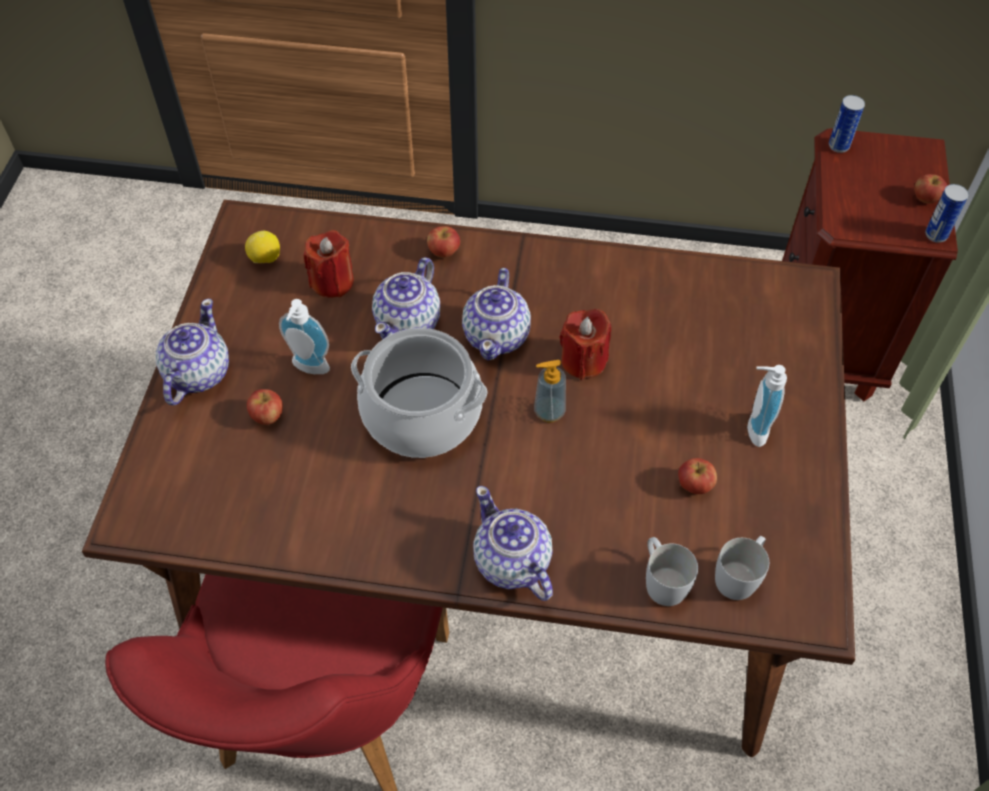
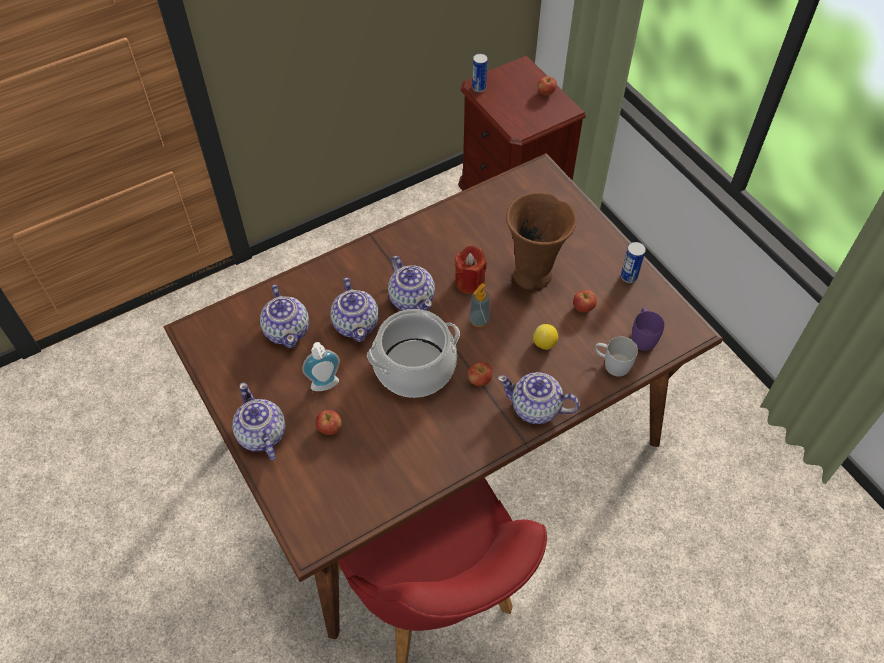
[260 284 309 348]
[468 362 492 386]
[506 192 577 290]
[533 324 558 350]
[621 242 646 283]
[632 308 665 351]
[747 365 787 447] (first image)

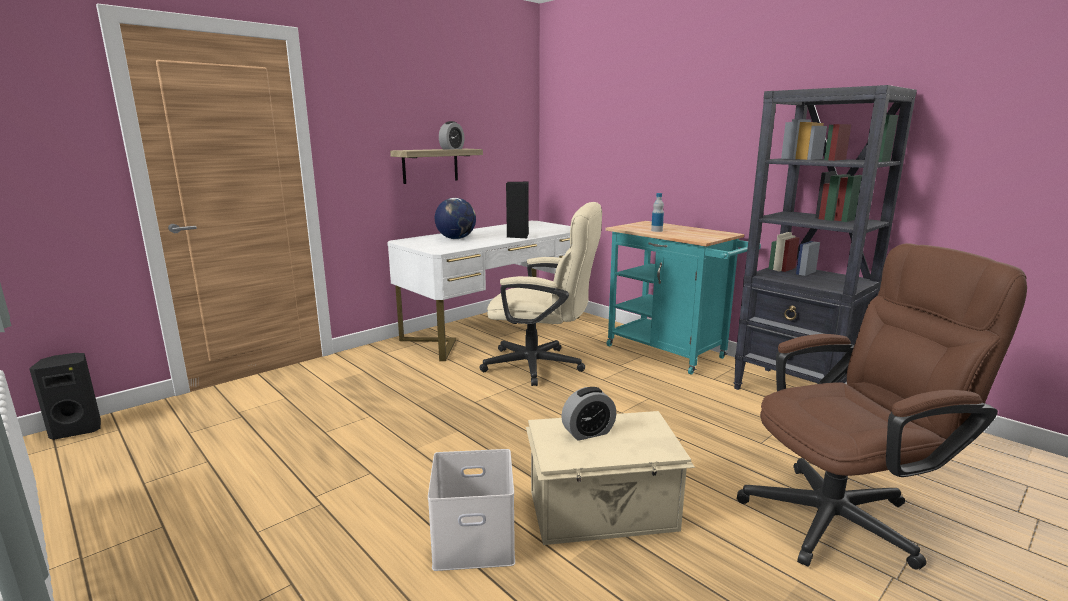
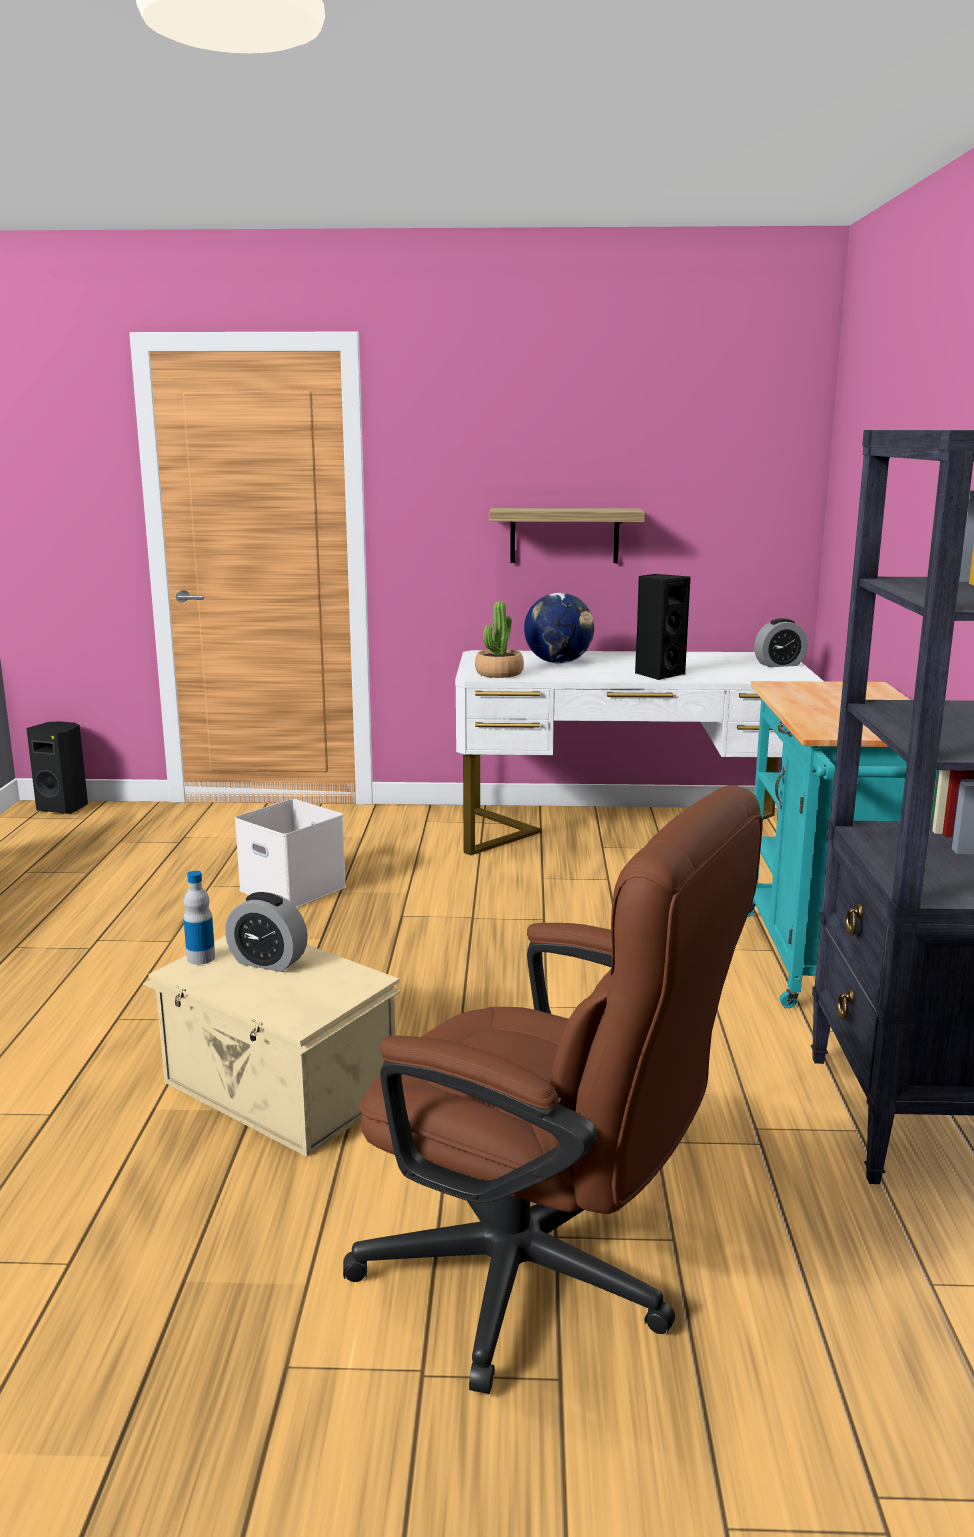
[183 871 215 965]
[235 799 346 908]
[475 601 524 678]
[754 618 808 667]
[479 202 602 386] (first image)

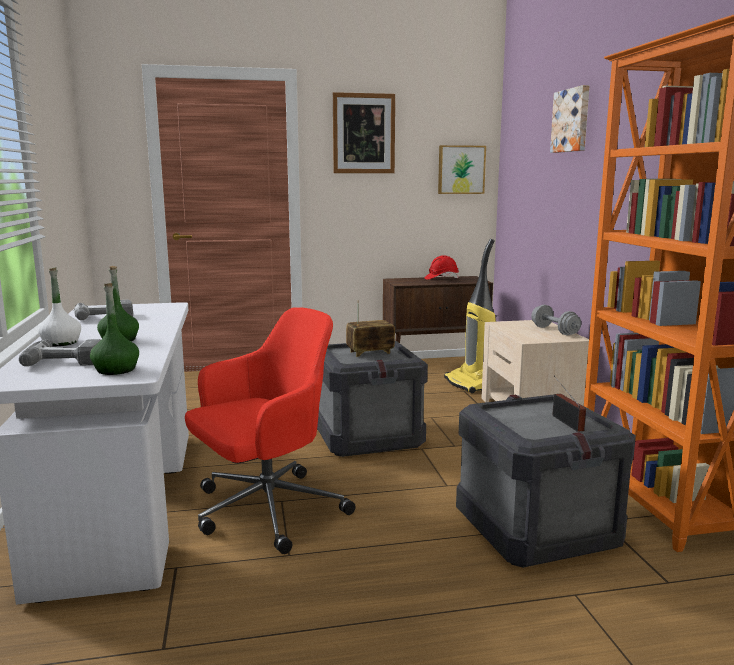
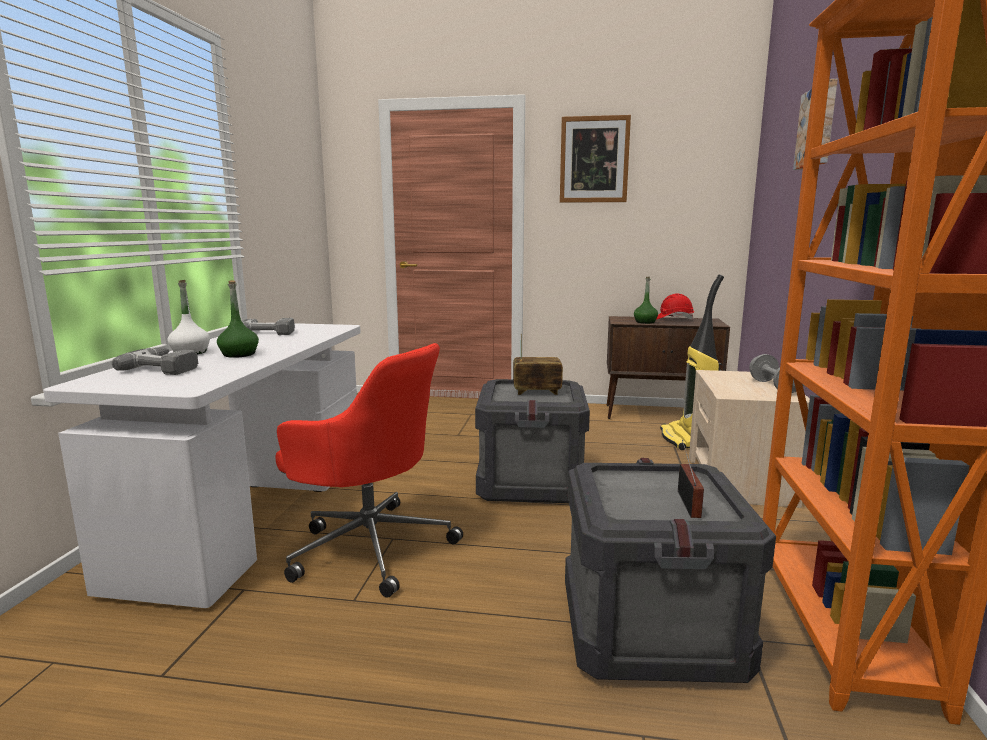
[275 343 463 598]
[634 277 658 324]
[438 145 486 194] (first image)

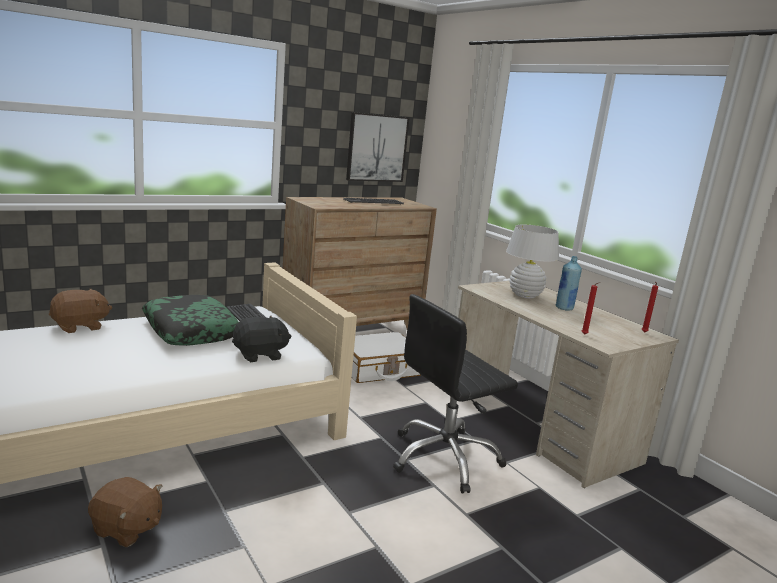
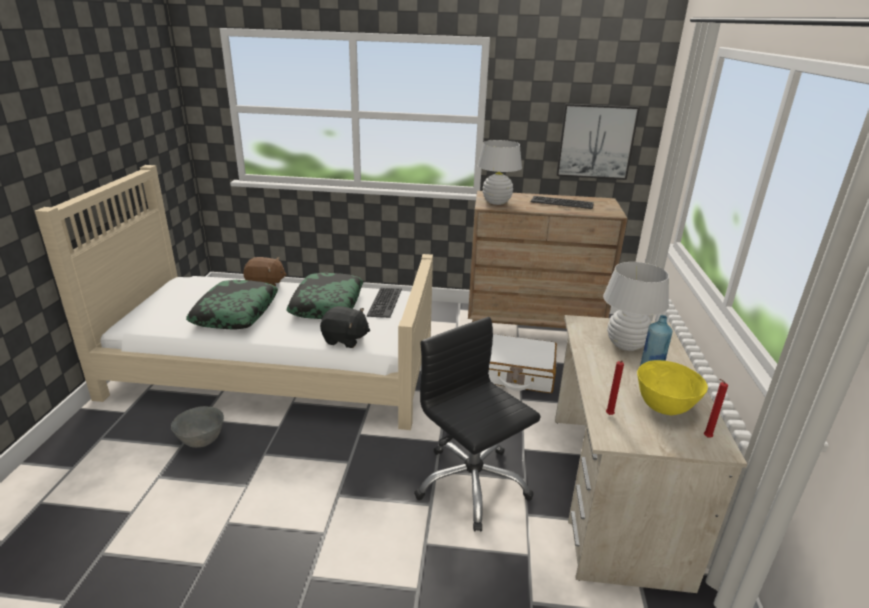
[171 406 224 448]
[186 280 278 330]
[414 317 541 531]
[477 140 522 205]
[637 360 708 415]

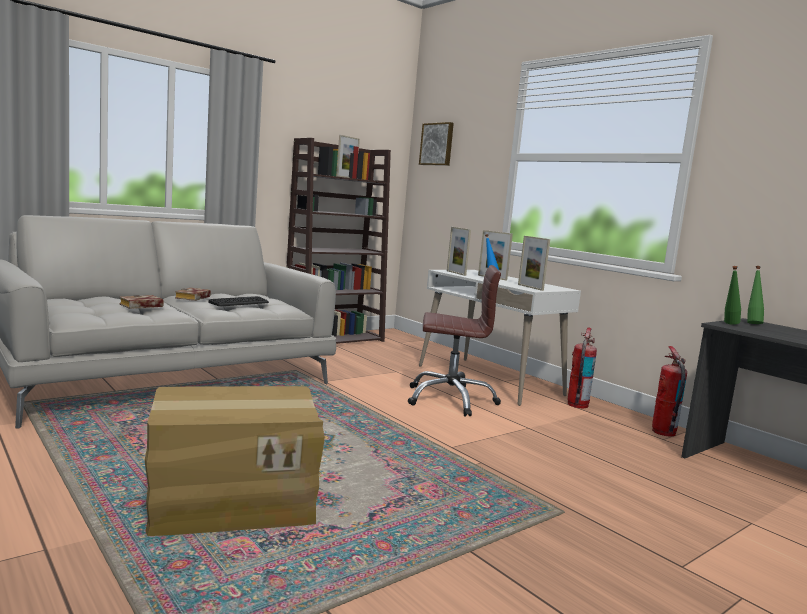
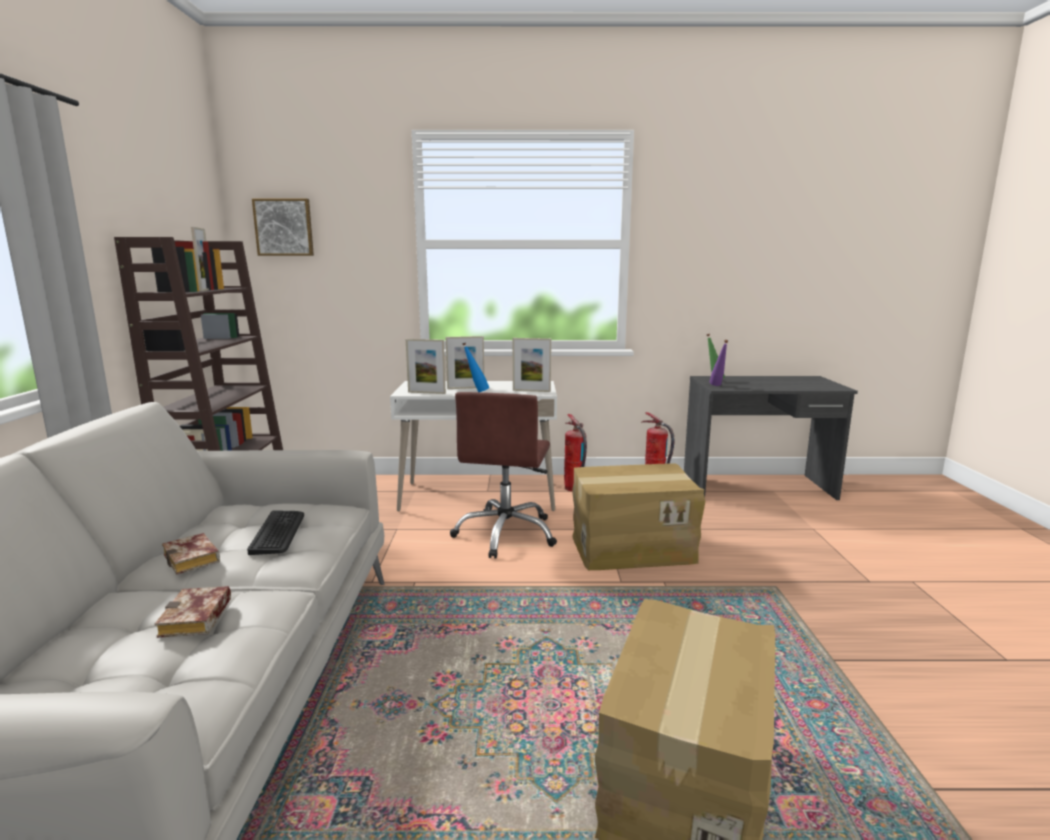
[450 392 557 558]
[572 463 705 570]
[709 340 728 386]

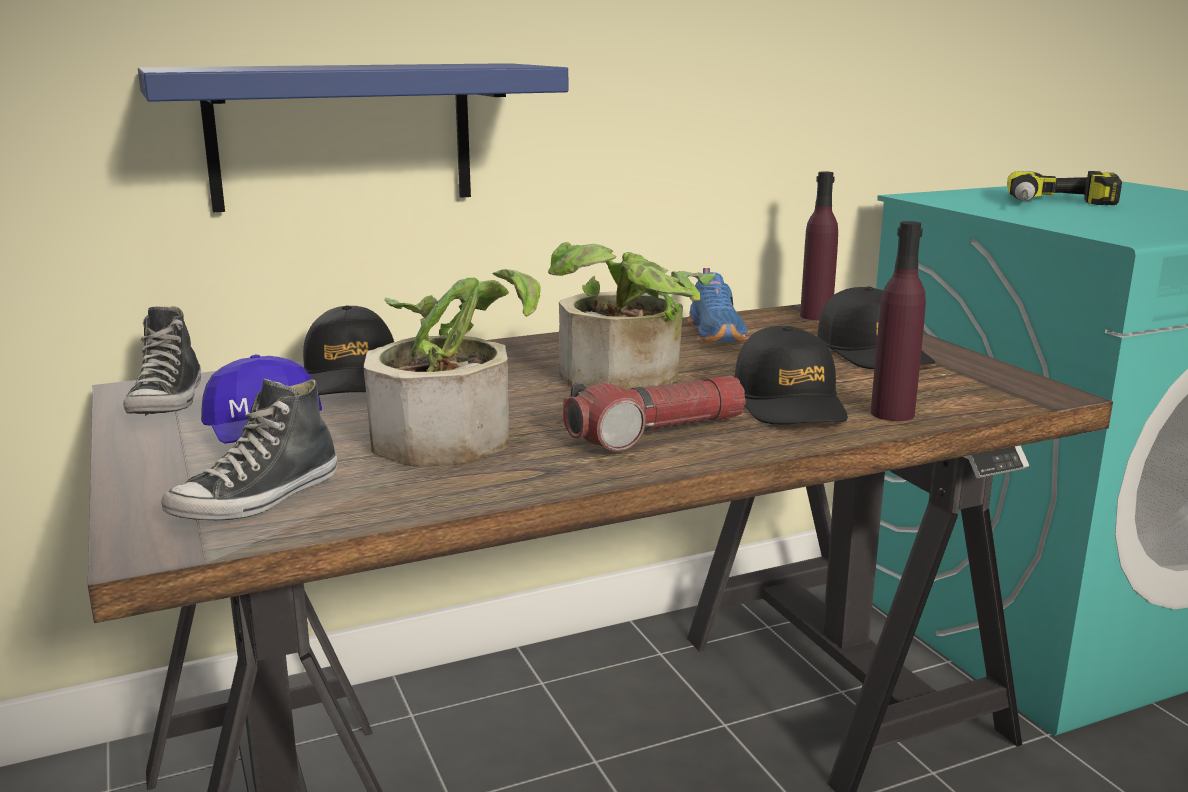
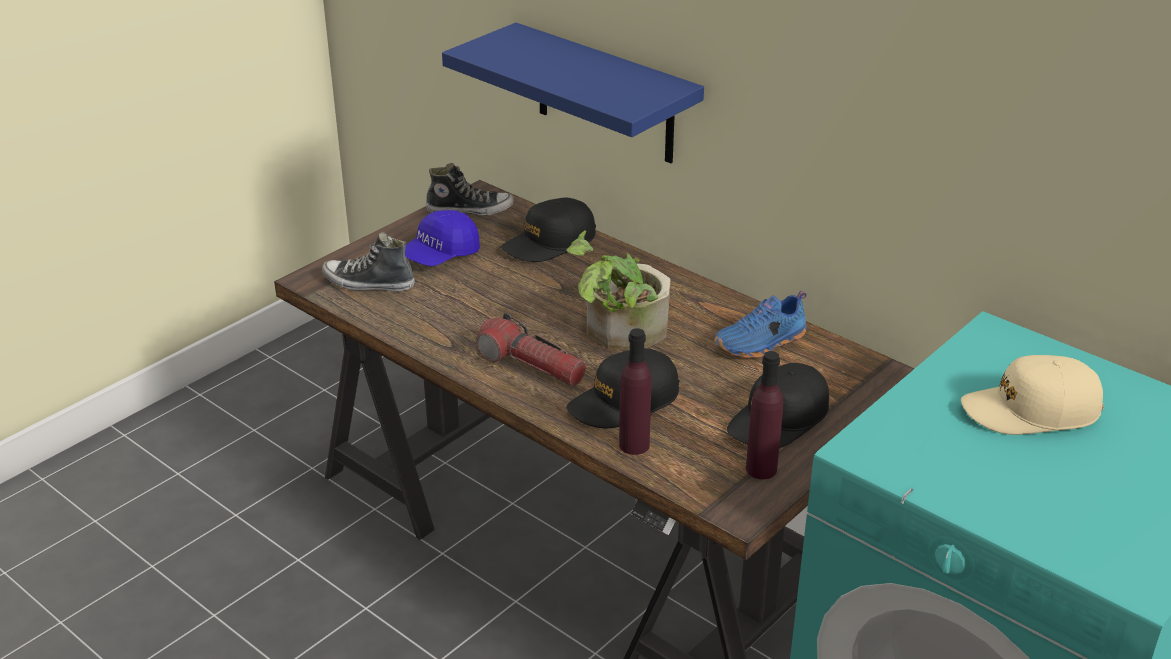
[426 163 514 216]
[746 351 783 479]
[961 355 1104 435]
[364 269 541 467] (first image)

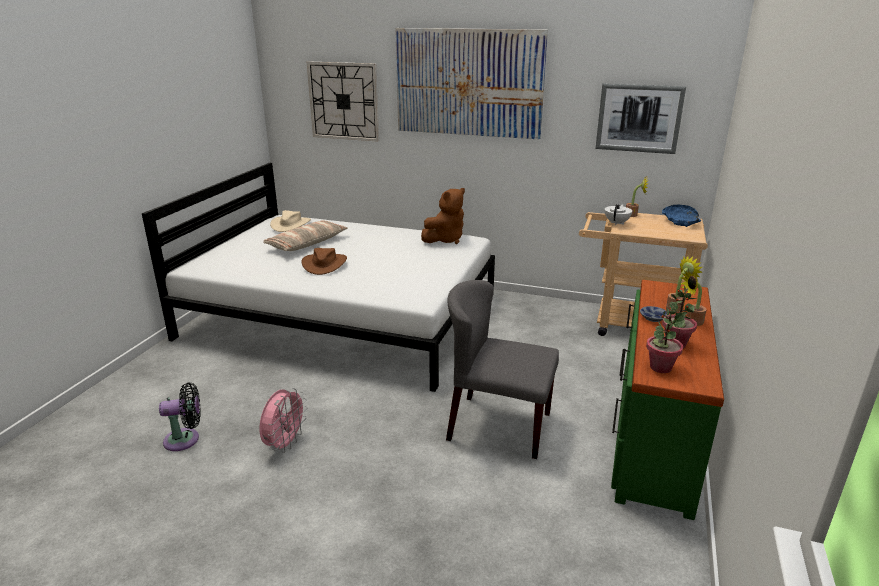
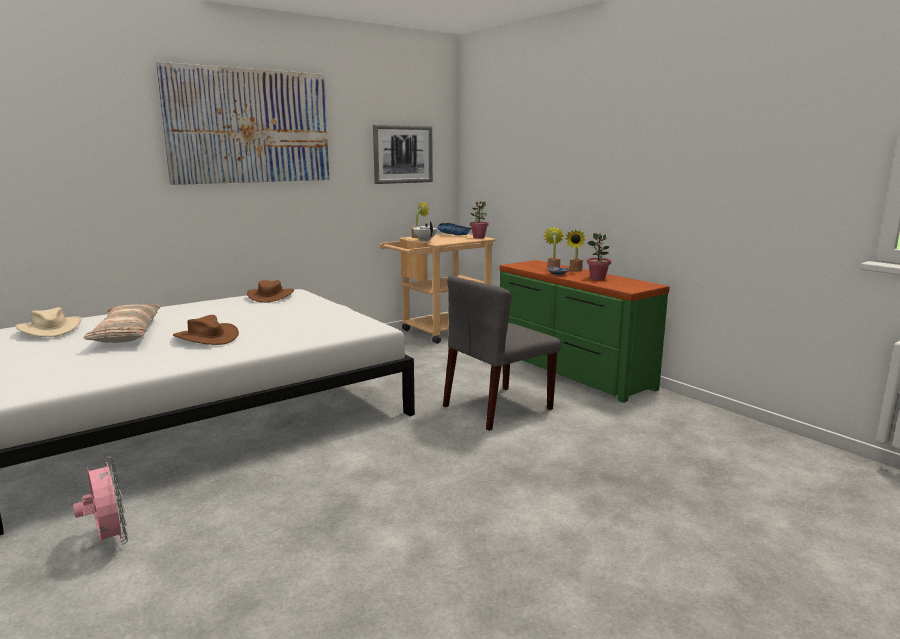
[73 456 128 545]
[247 280 294 303]
[470 201 489 239]
[159 383 201 451] (first image)
[307 61 379 142] (first image)

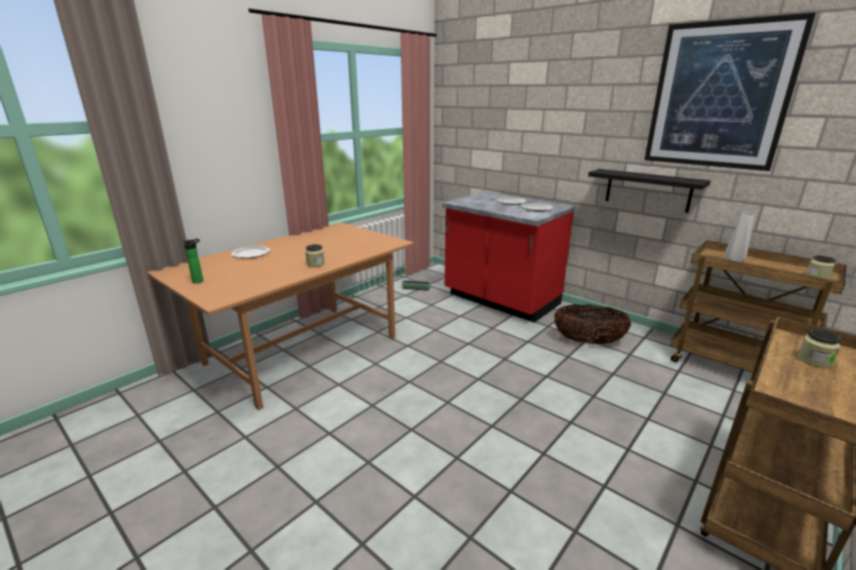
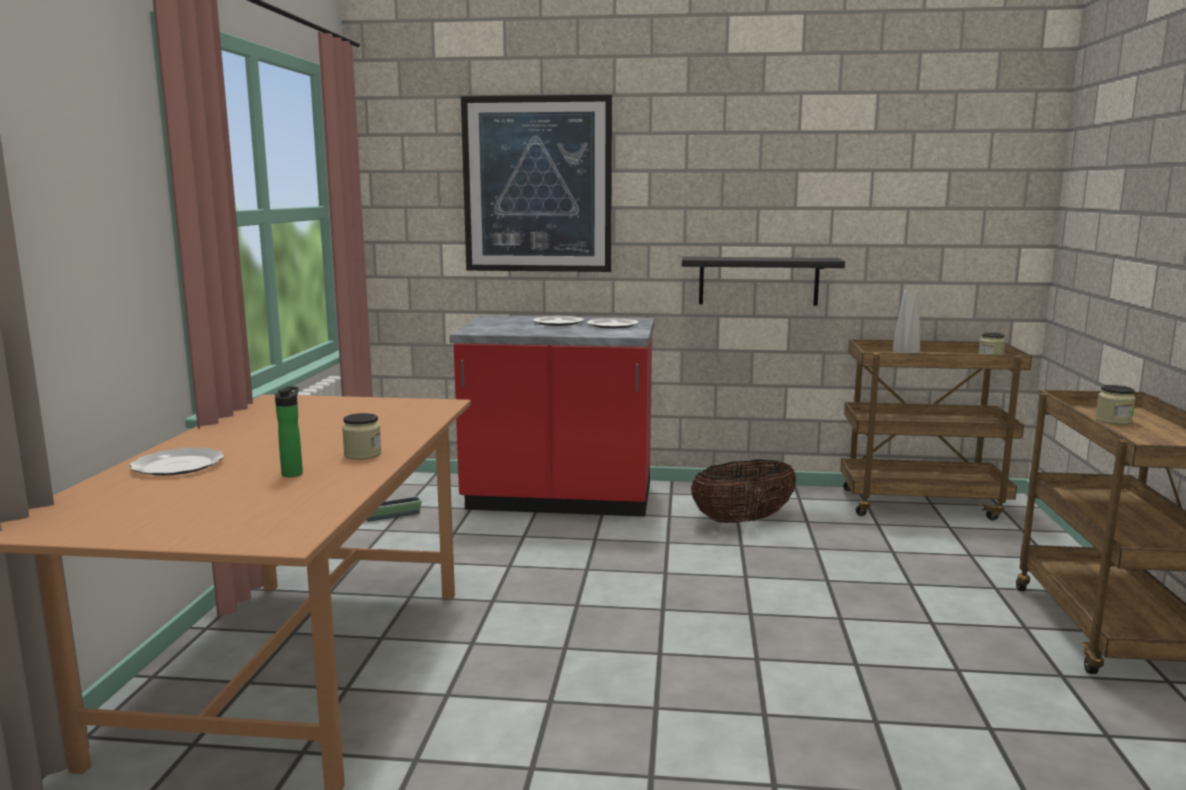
[275 387 303 477]
[461 95 612 272]

